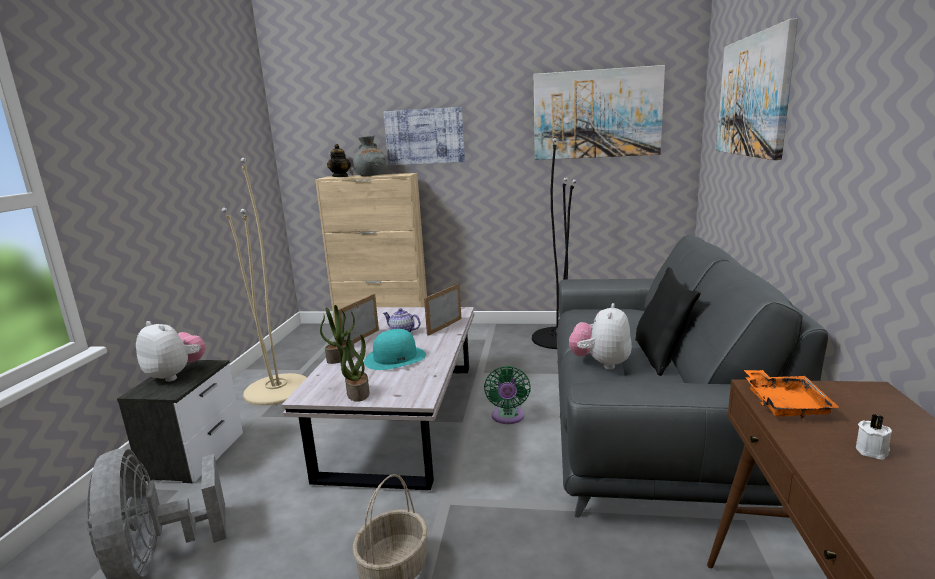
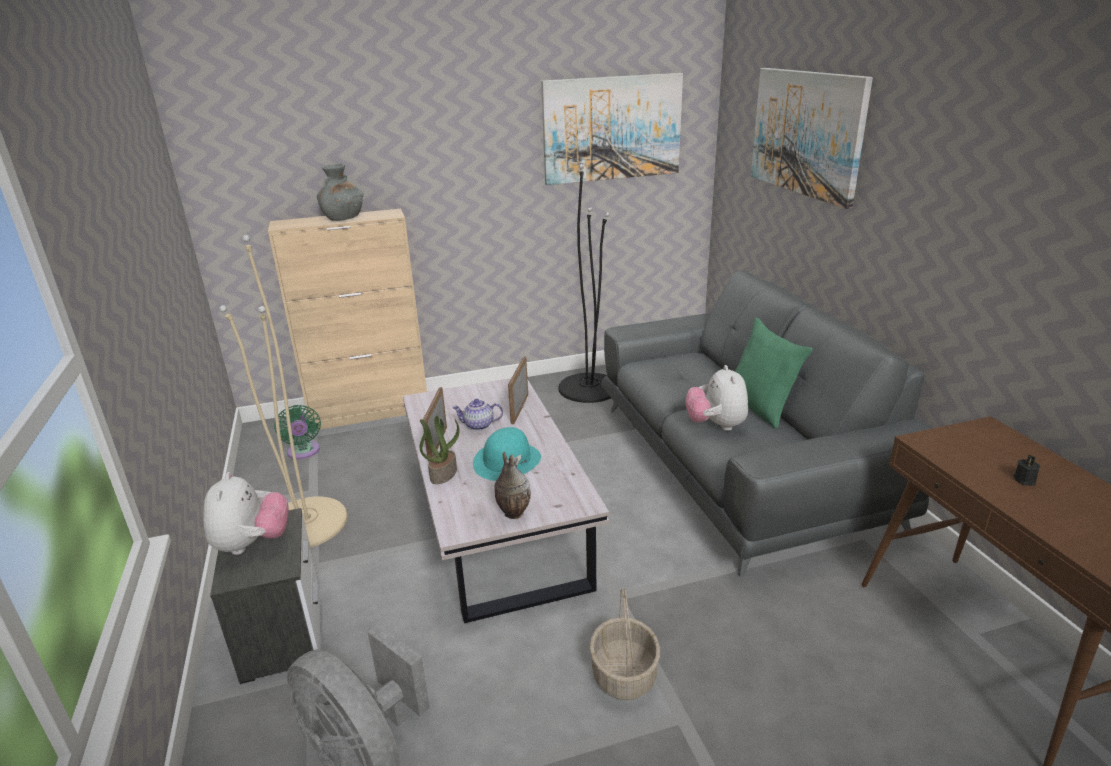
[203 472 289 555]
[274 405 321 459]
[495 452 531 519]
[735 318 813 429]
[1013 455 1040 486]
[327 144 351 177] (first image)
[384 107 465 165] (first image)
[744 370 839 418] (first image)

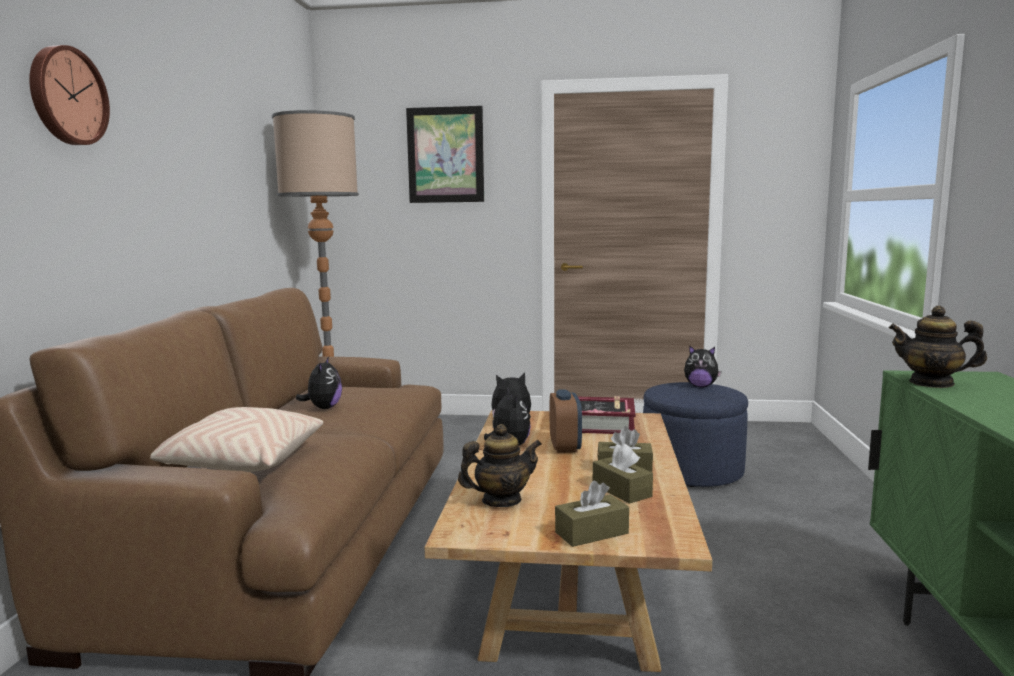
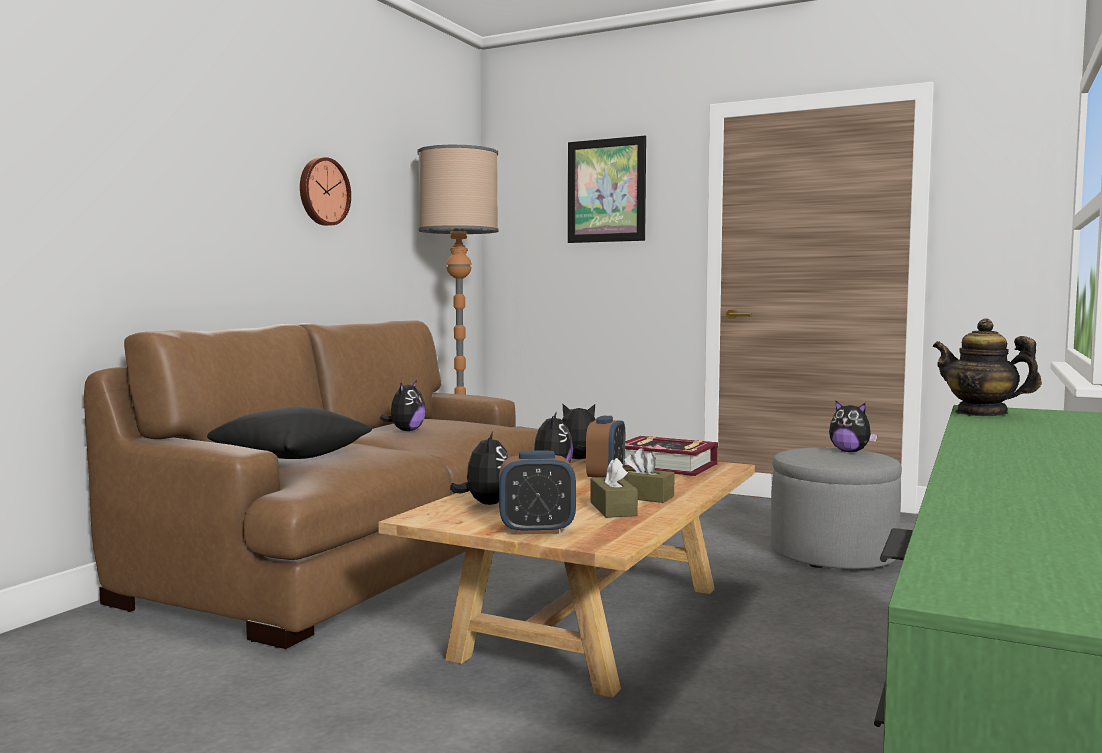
[207 407 372 459]
[300 157 351 226]
[450 431 509 505]
[499 450 576 534]
[771 448 902 569]

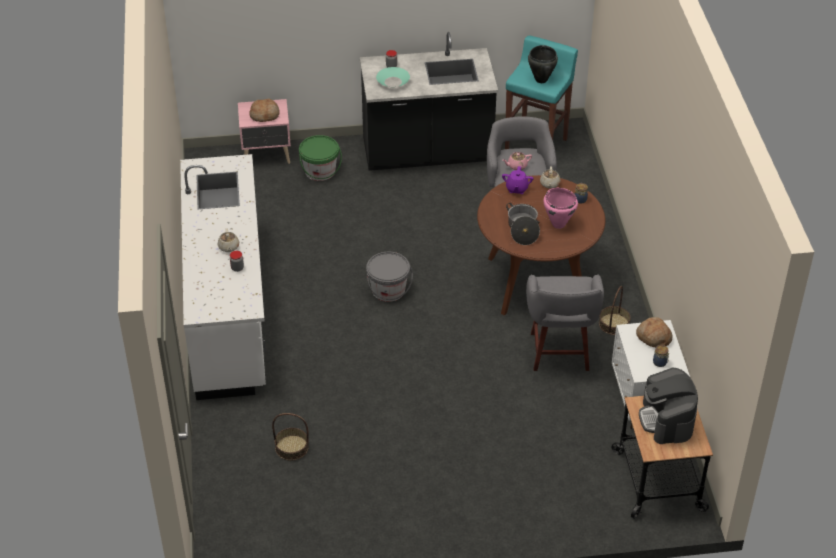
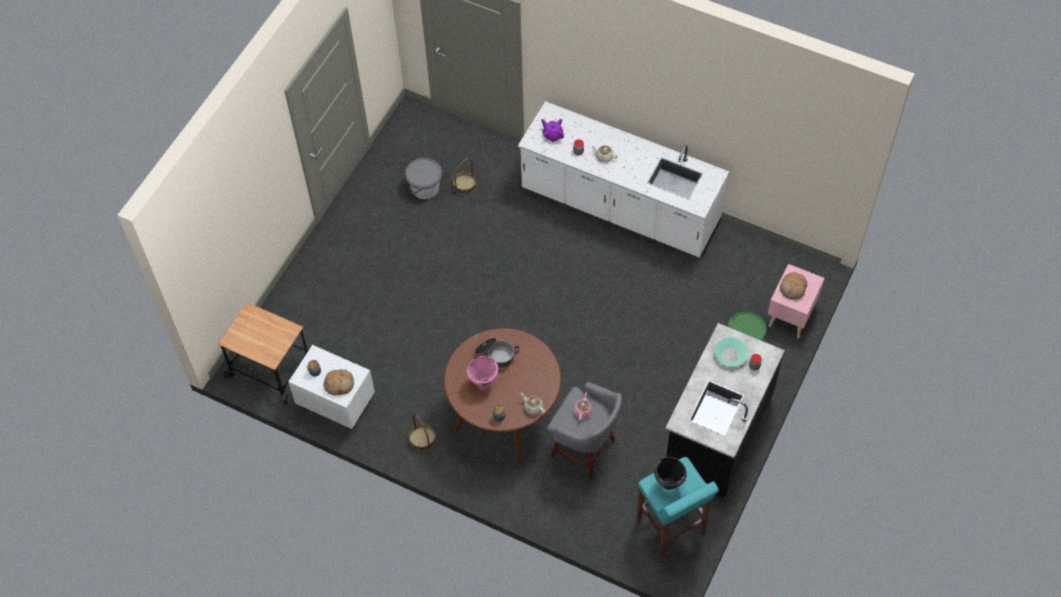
[405 158 442 199]
[541 119 564 142]
[526 275 604 371] (first image)
[639 368 698 444] (first image)

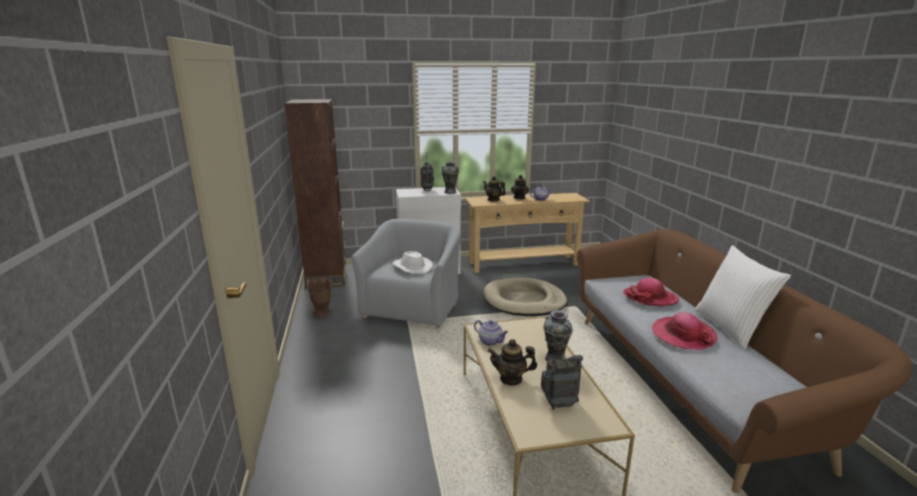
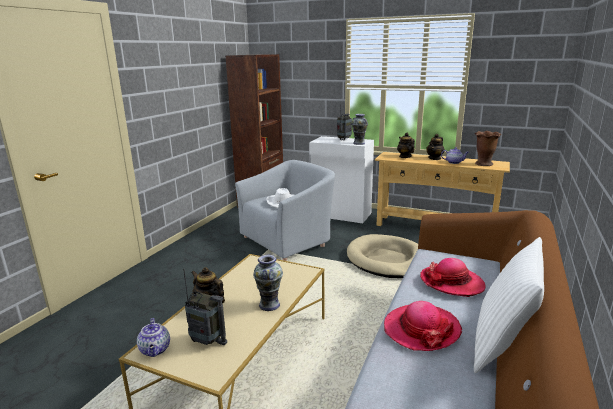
[137 318 170 357]
[475 131 502 166]

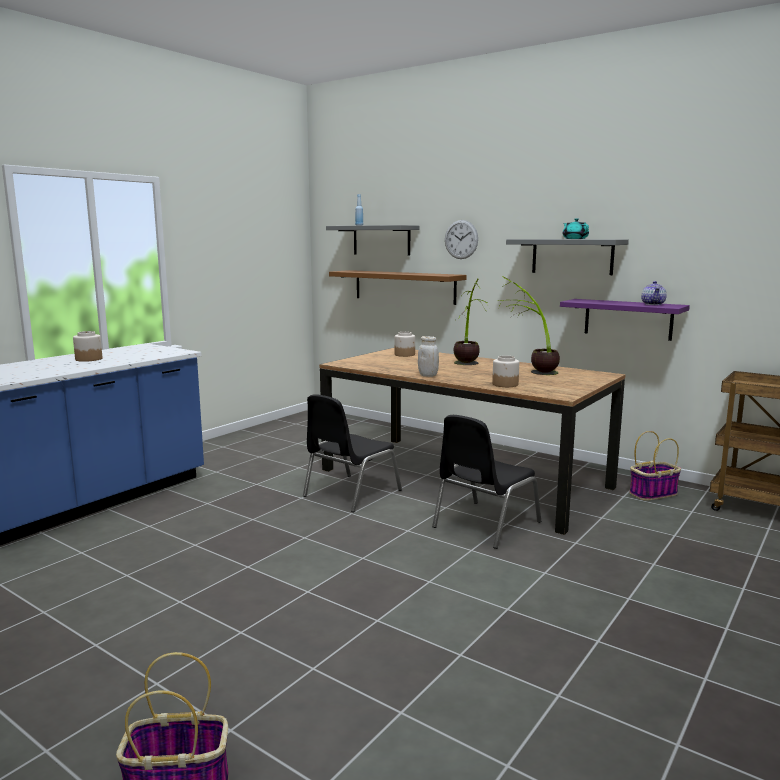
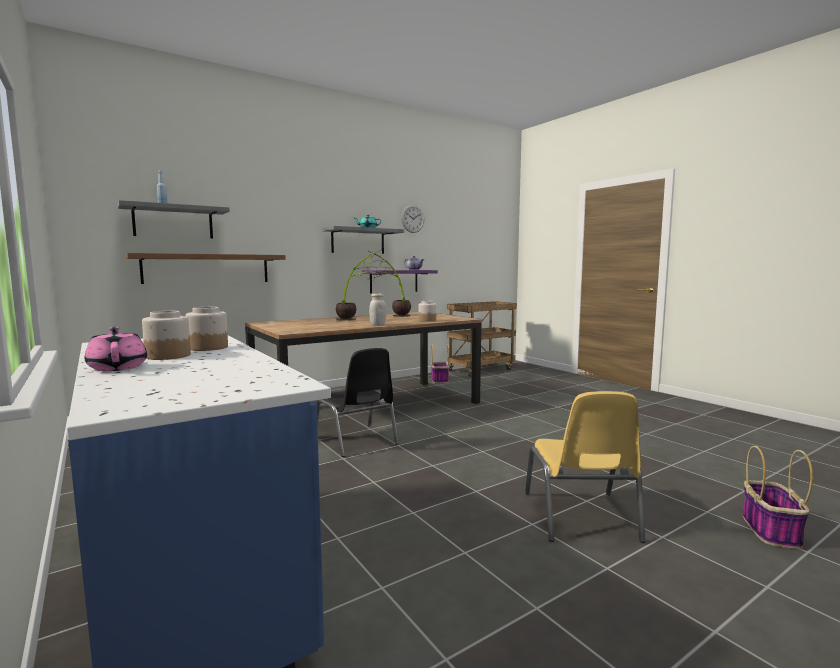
[85 327 147 371]
[186 307 228 351]
[401 205 425 233]
[525 391 645 543]
[432 415 541 549] (first image)

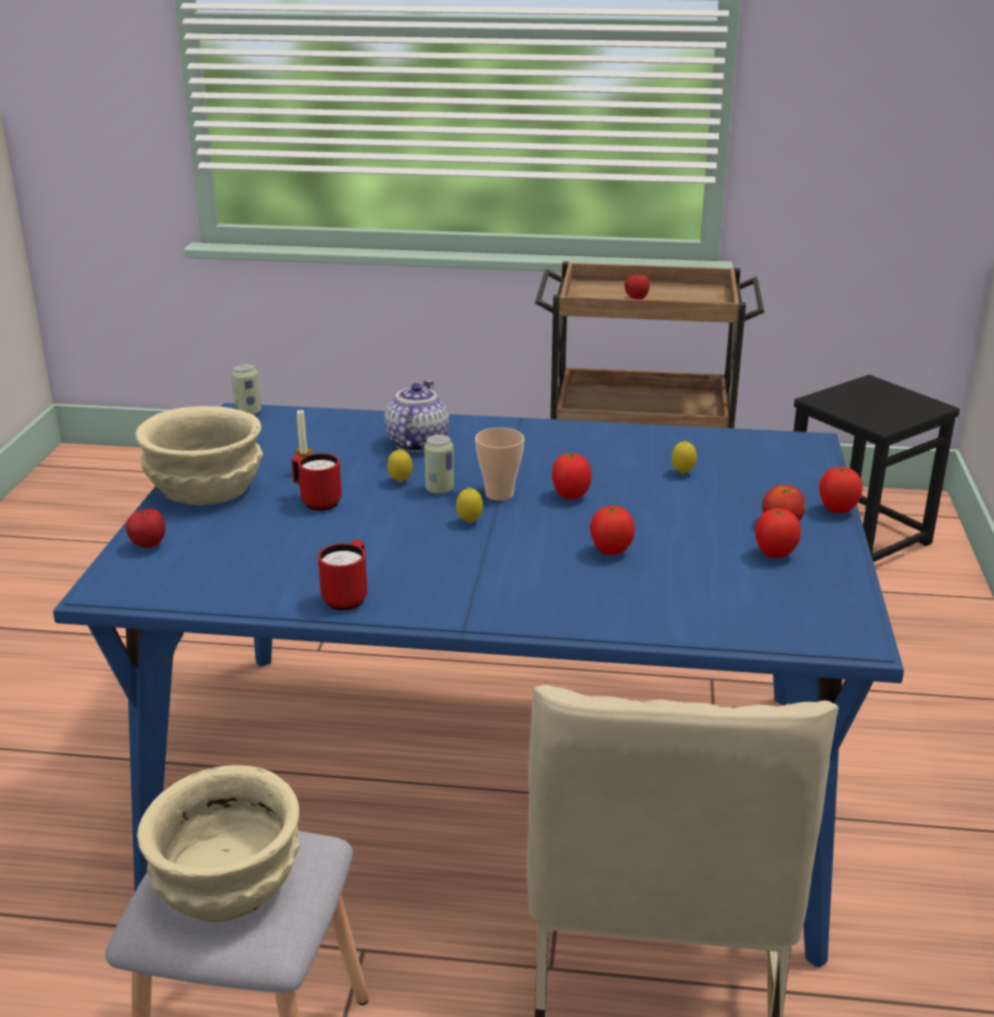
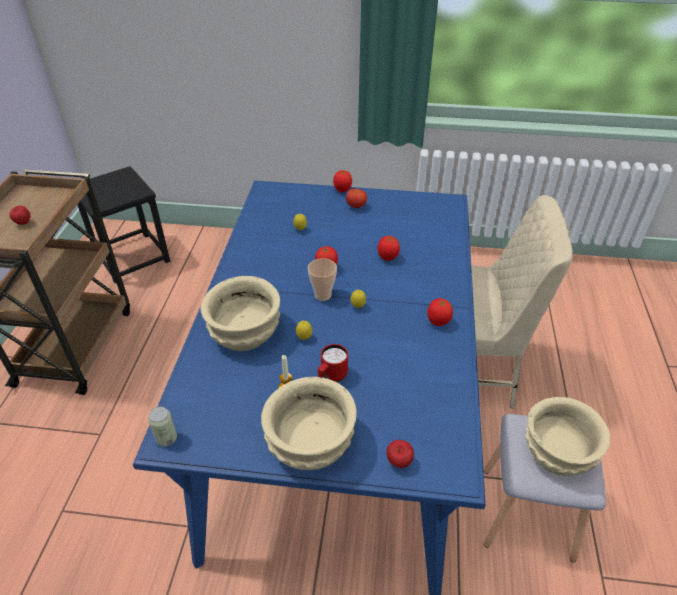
[201 276 280 351]
[427 298 453 326]
[318 540 368 610] (first image)
[424 434 454 494] (first image)

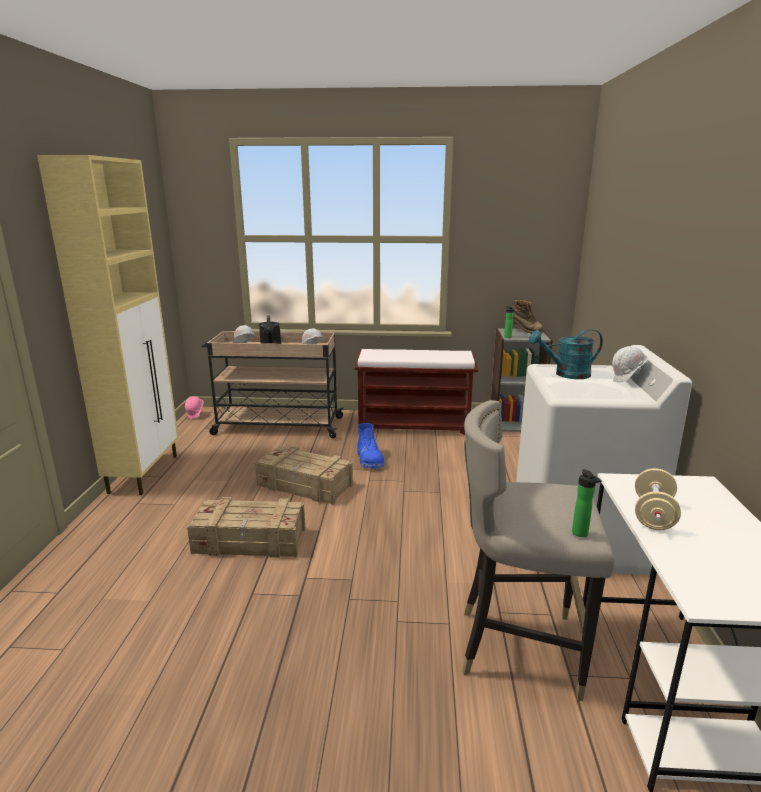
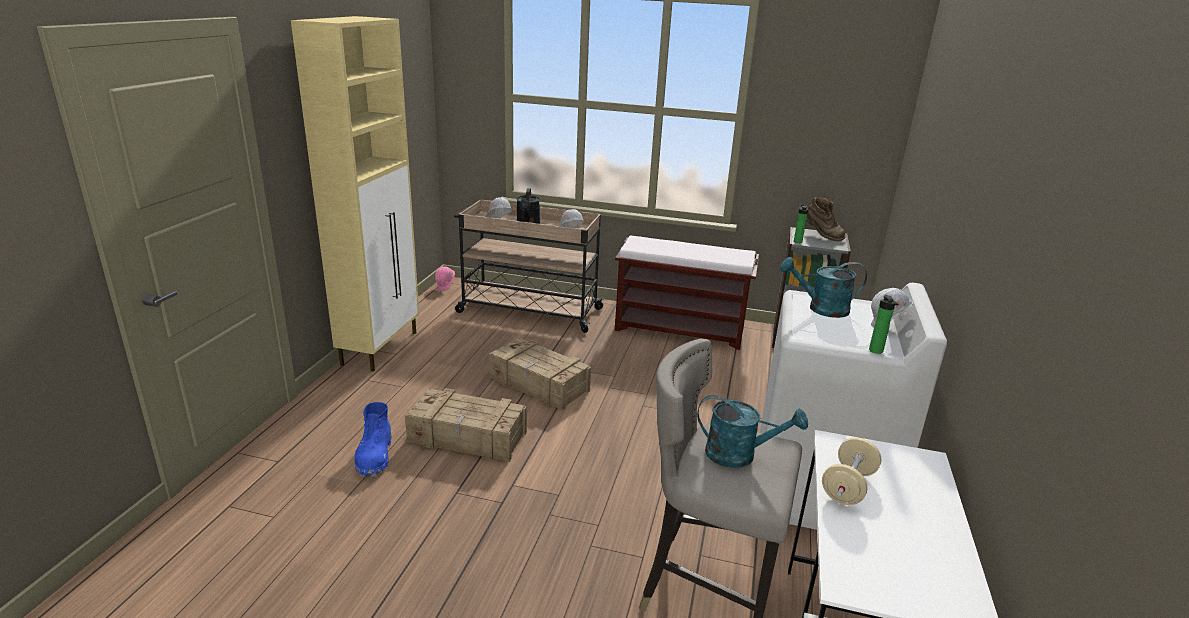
[354 402 392 477]
[697 395 808 468]
[869 295 899 354]

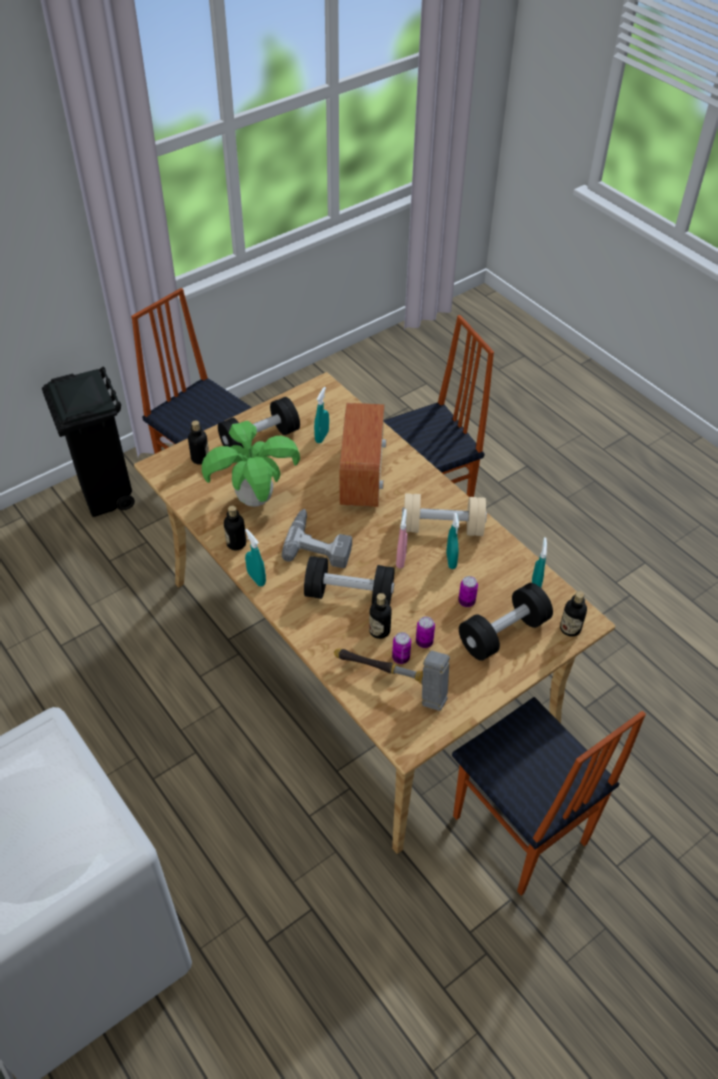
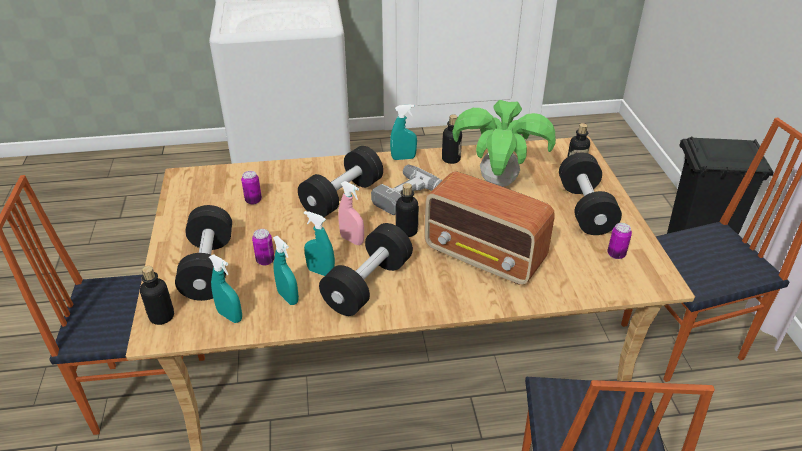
[273 236 299 305]
[319 223 413 316]
[396 183 419 237]
[607 223 632 259]
[334 648 450 711] (first image)

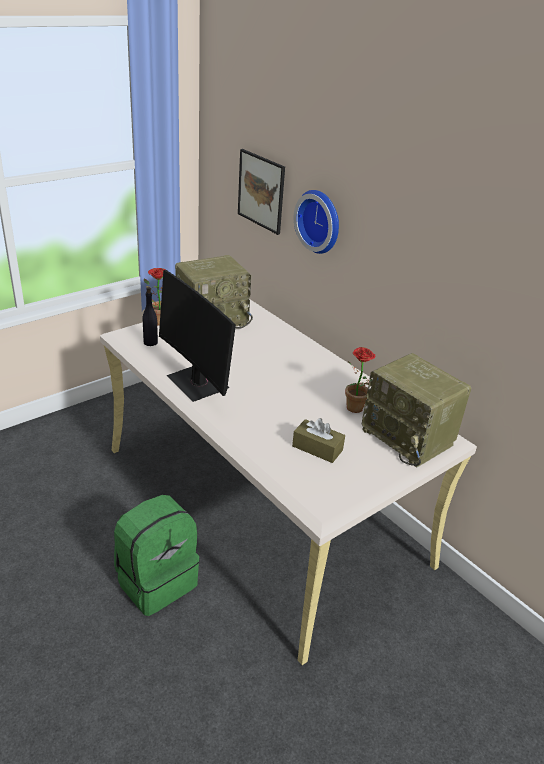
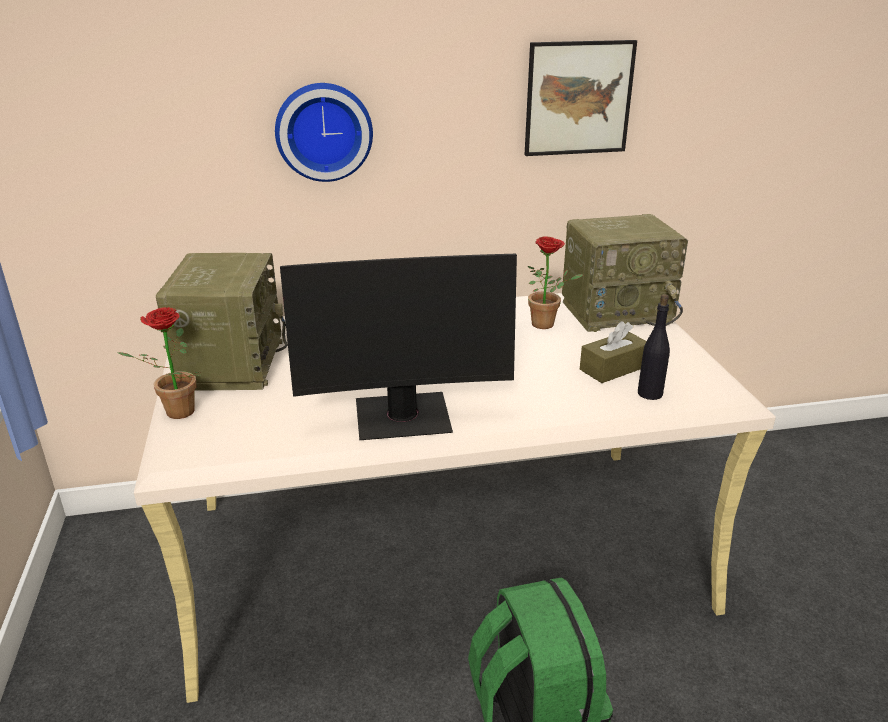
[525 40 637 156]
[638 294 670 400]

